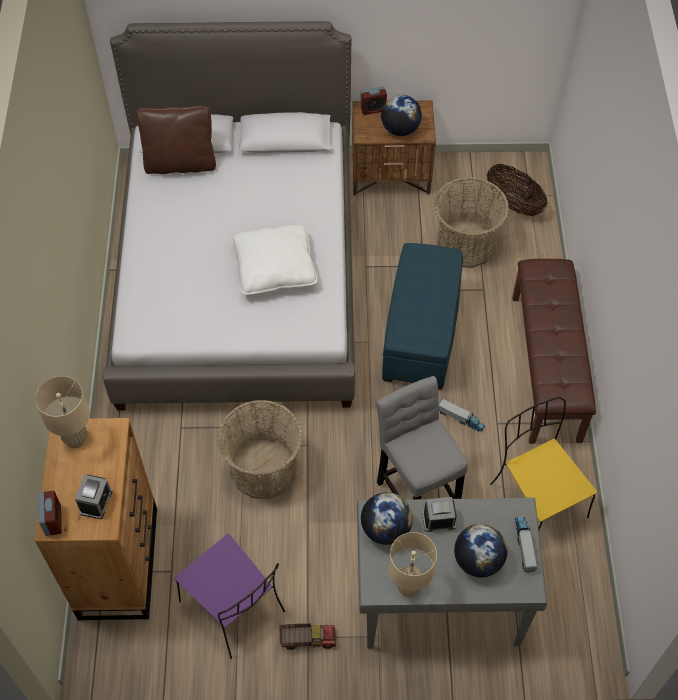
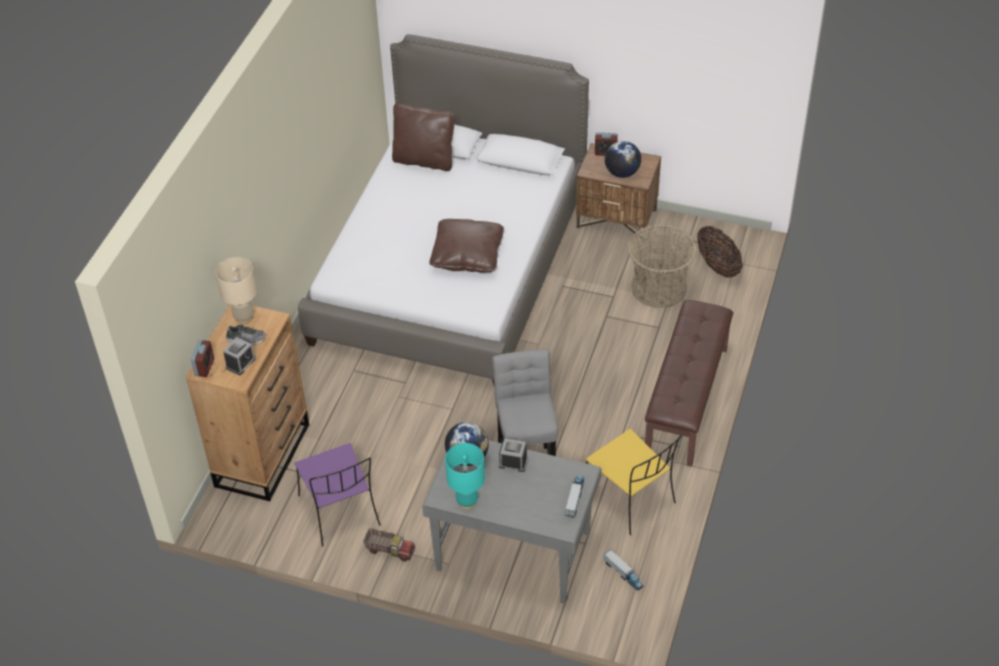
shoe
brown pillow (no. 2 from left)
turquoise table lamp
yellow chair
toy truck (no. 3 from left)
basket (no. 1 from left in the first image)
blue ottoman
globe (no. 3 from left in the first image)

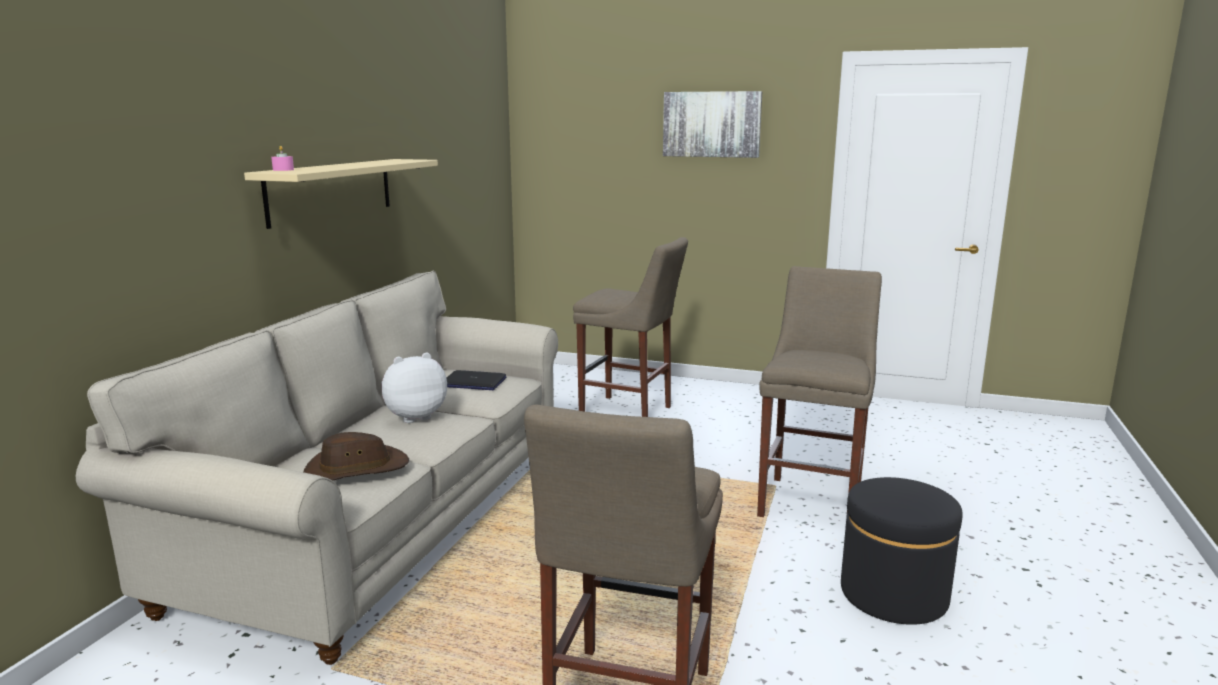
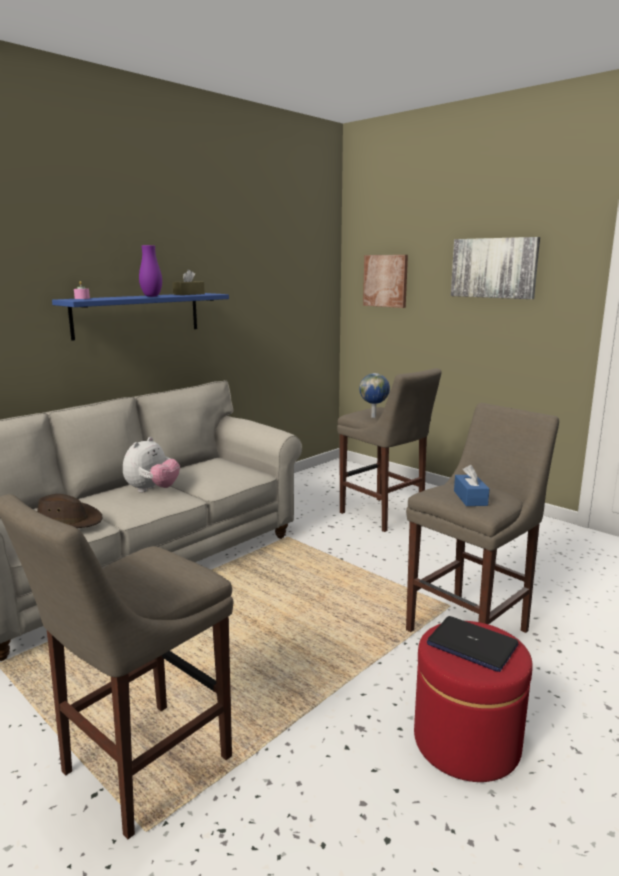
blue shelf
plush toy
purple vase
brown tissue box
globe
picture (no. 1 from left)
red ottoman
laptop
blue tissue box

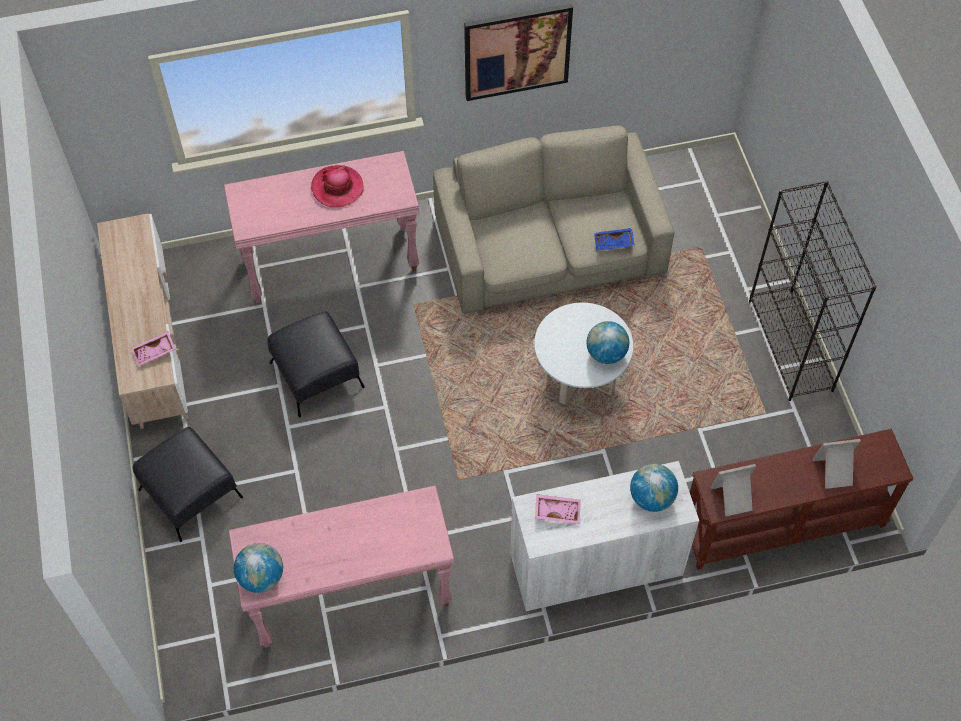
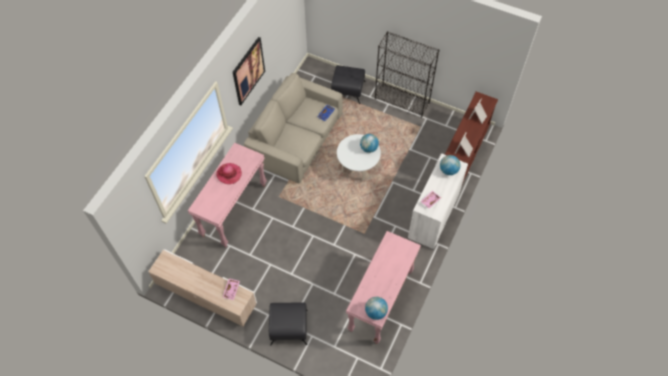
black ottoman (no. 2 from left)

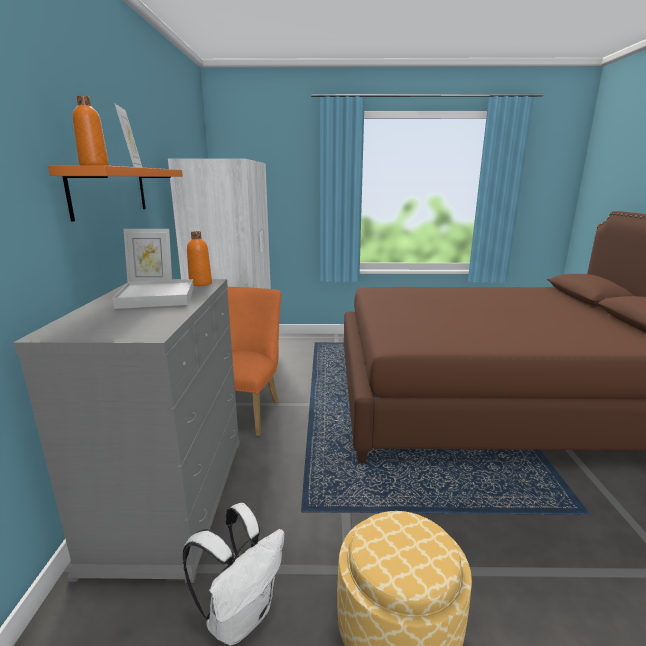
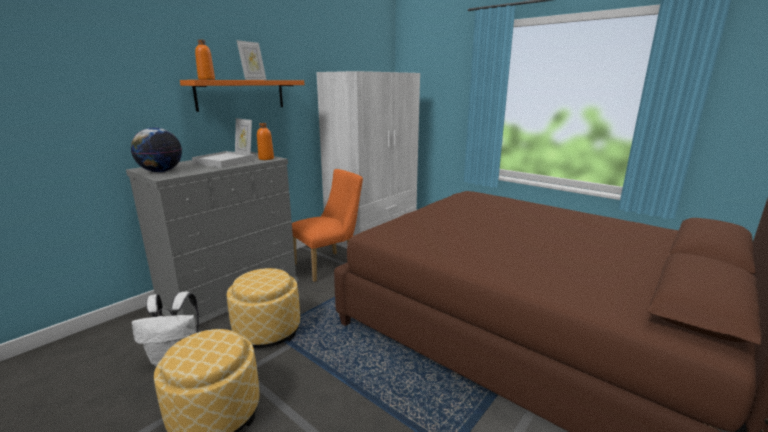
globe
ottoman (no. 2 from left)

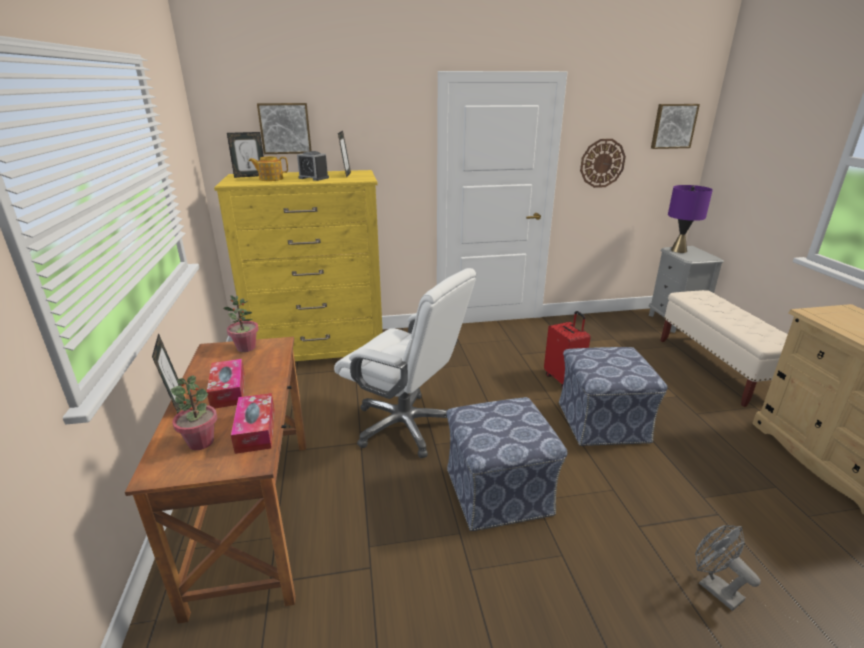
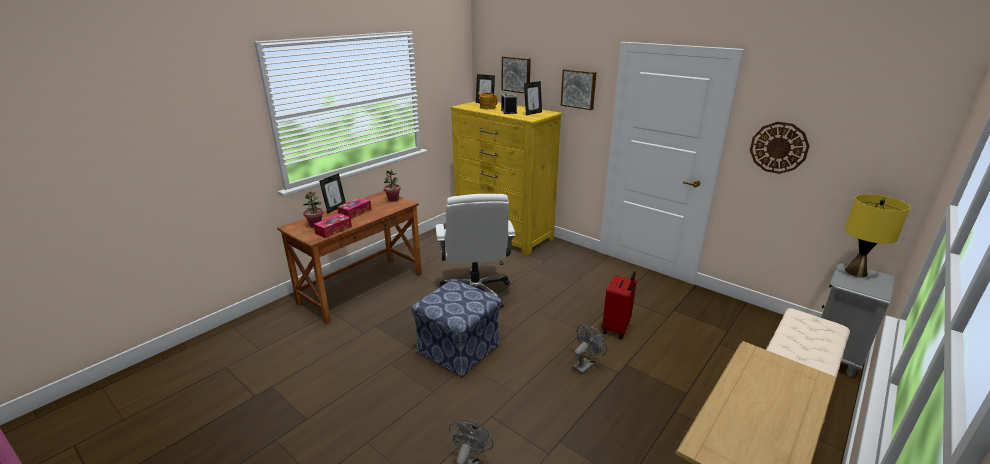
picture (no. 2 from left)
grey fan (no. 2 from left)
yellow table lamp

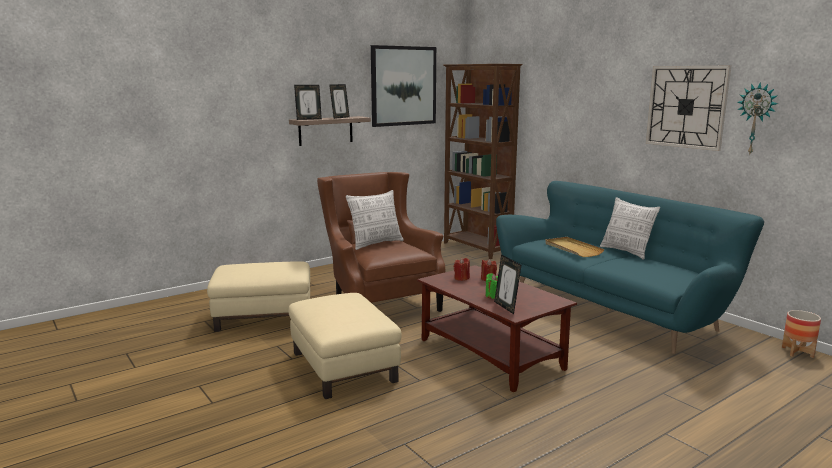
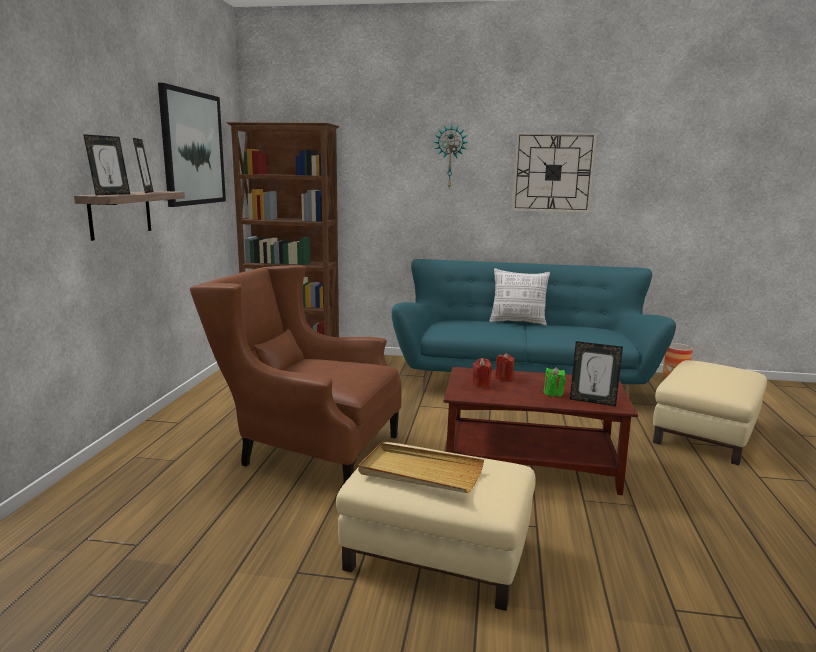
beige tray
wall clock (no. 1 from left)
beige ottoman (no. 2 from left)
pillow (no. 1 from left in the first image)

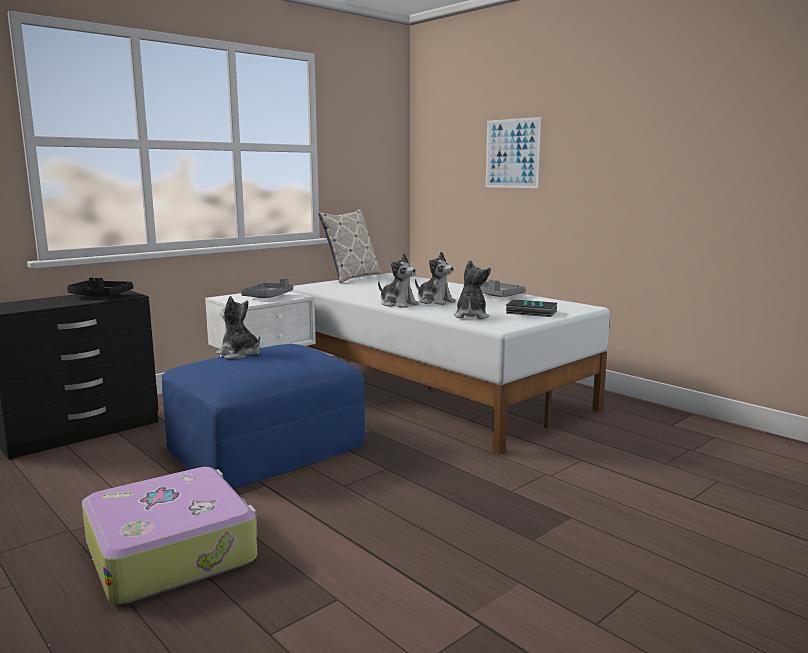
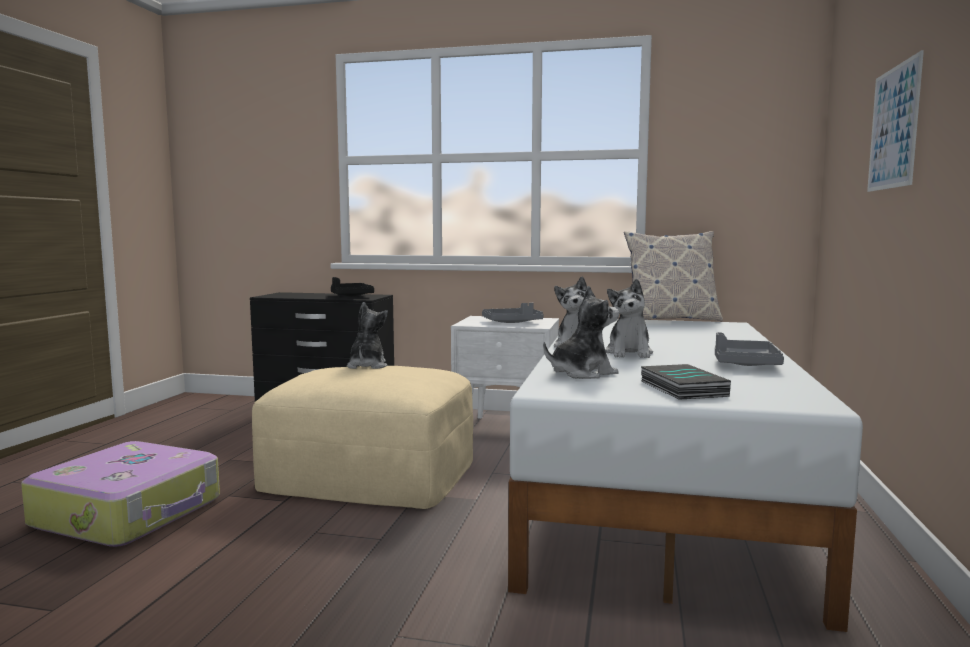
beige ottoman

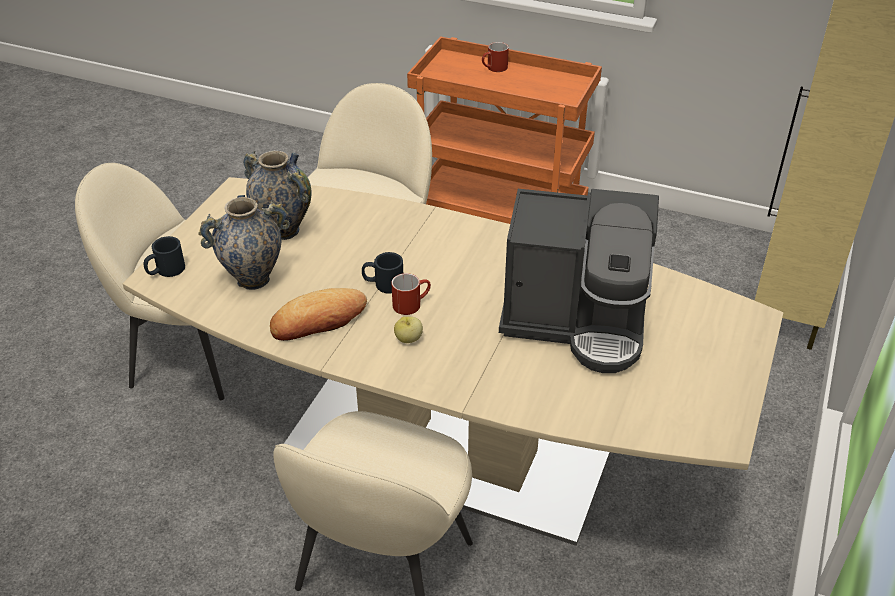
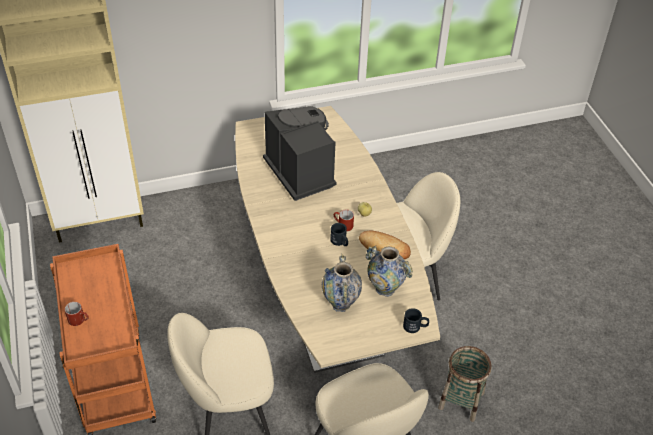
basket

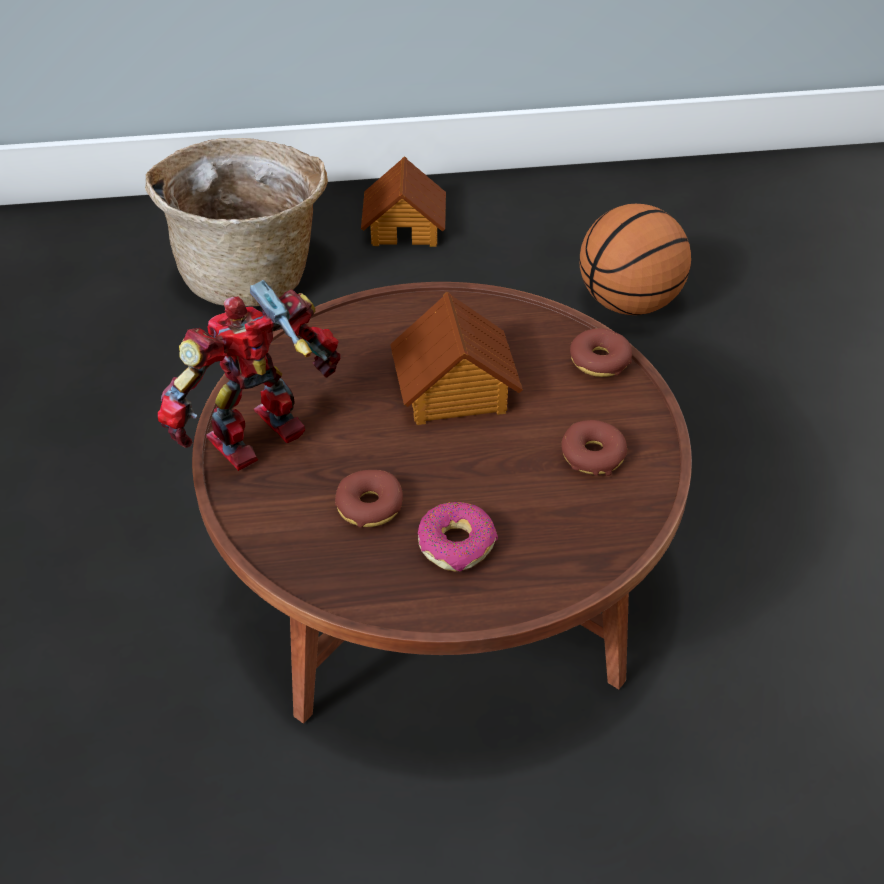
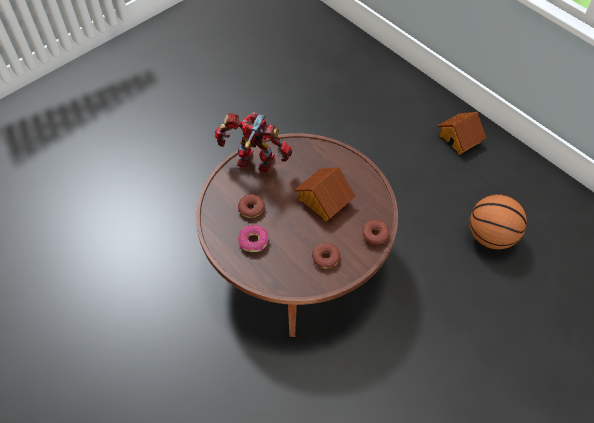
basket

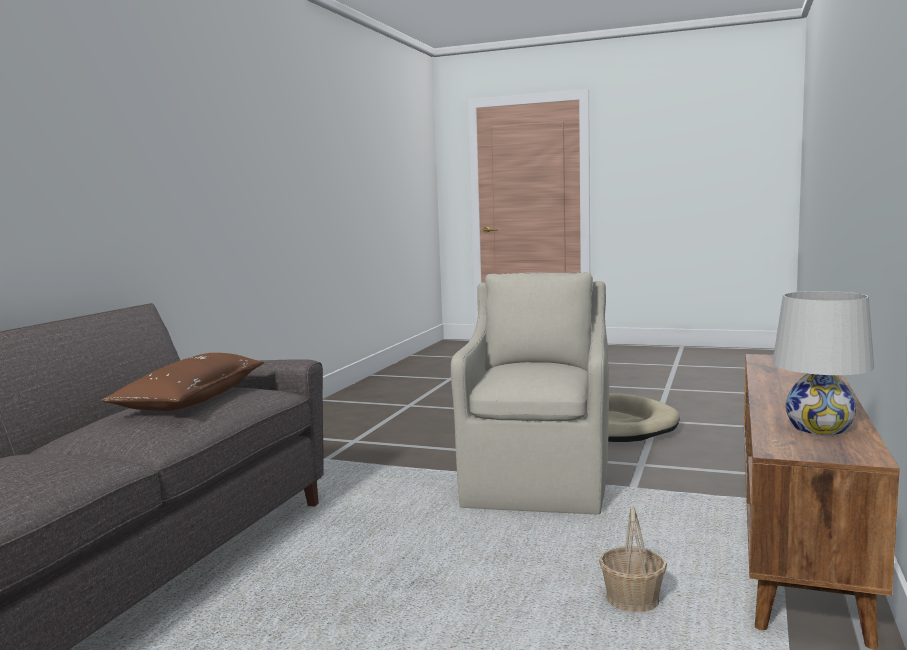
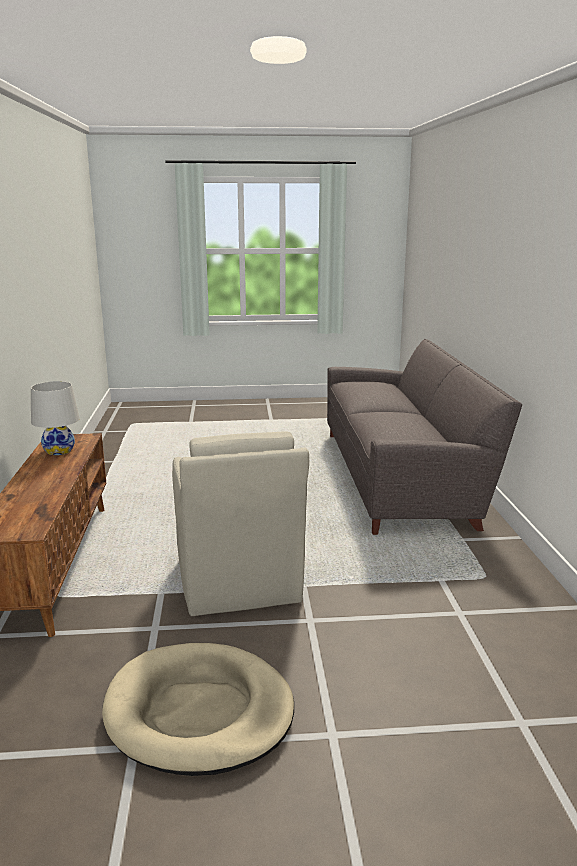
brown pillow
basket

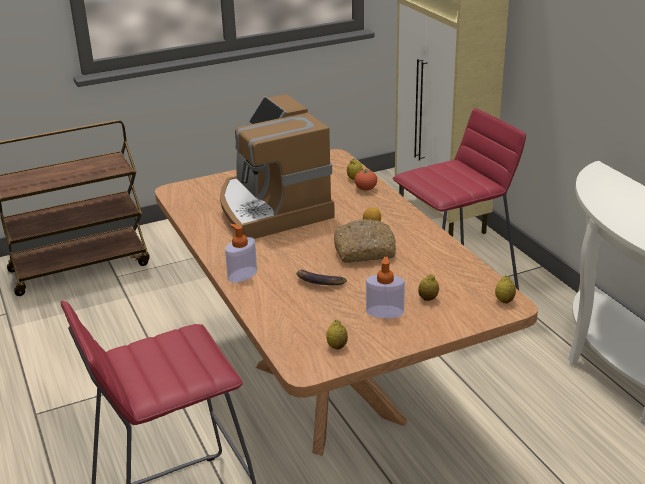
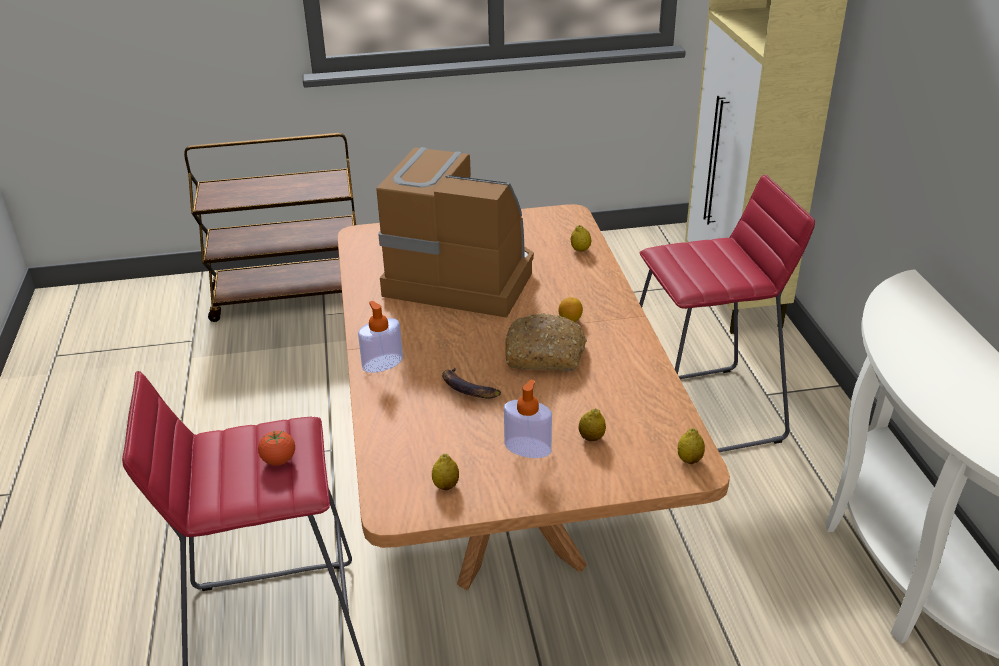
tomato
coffee machine

